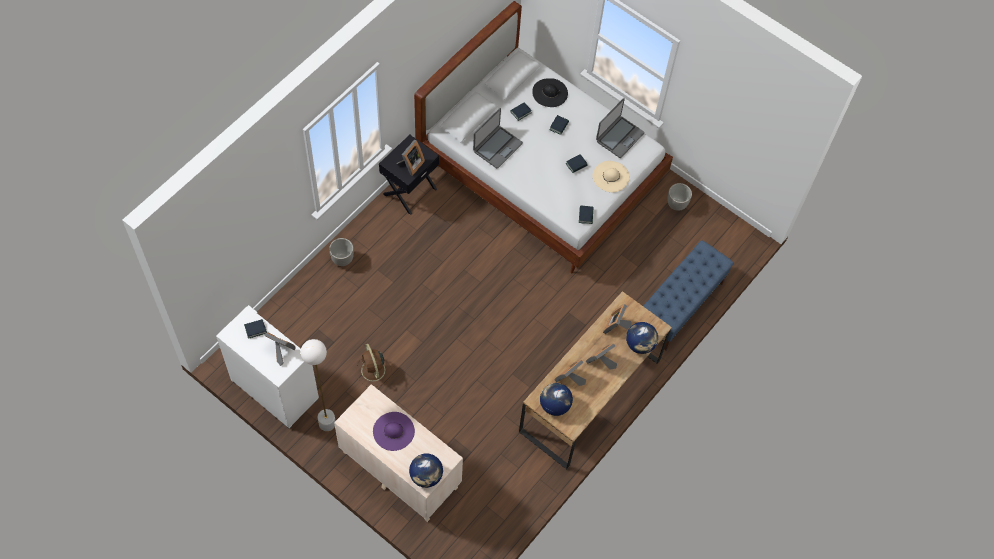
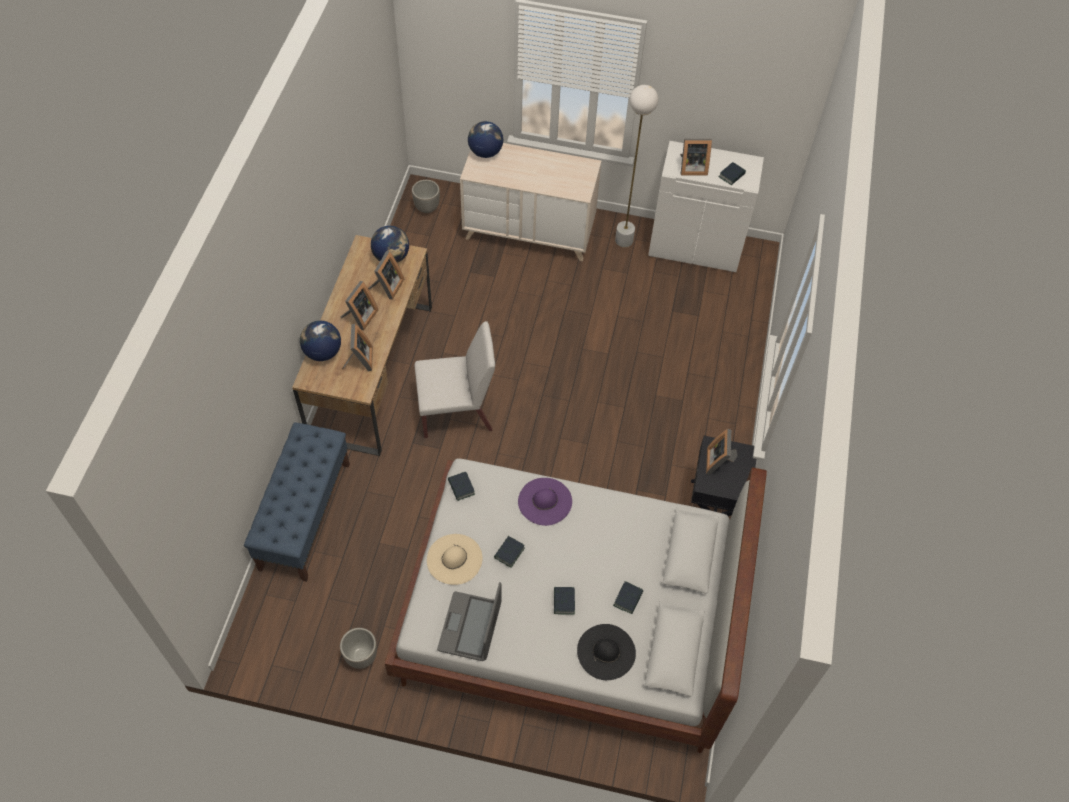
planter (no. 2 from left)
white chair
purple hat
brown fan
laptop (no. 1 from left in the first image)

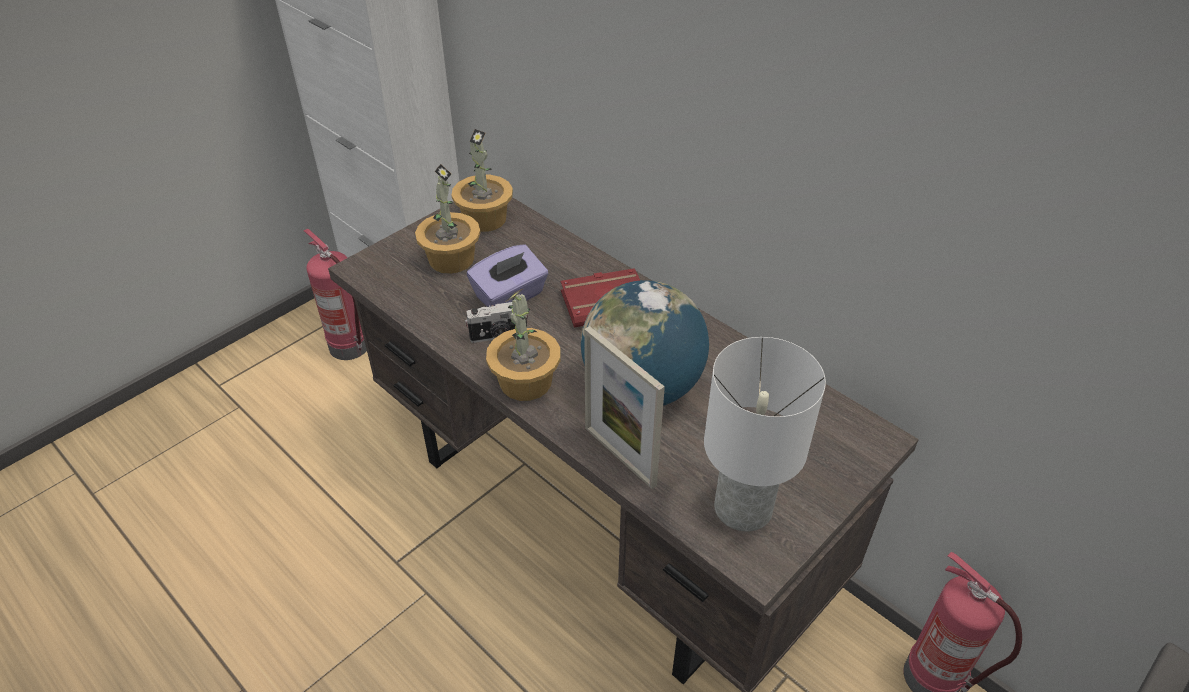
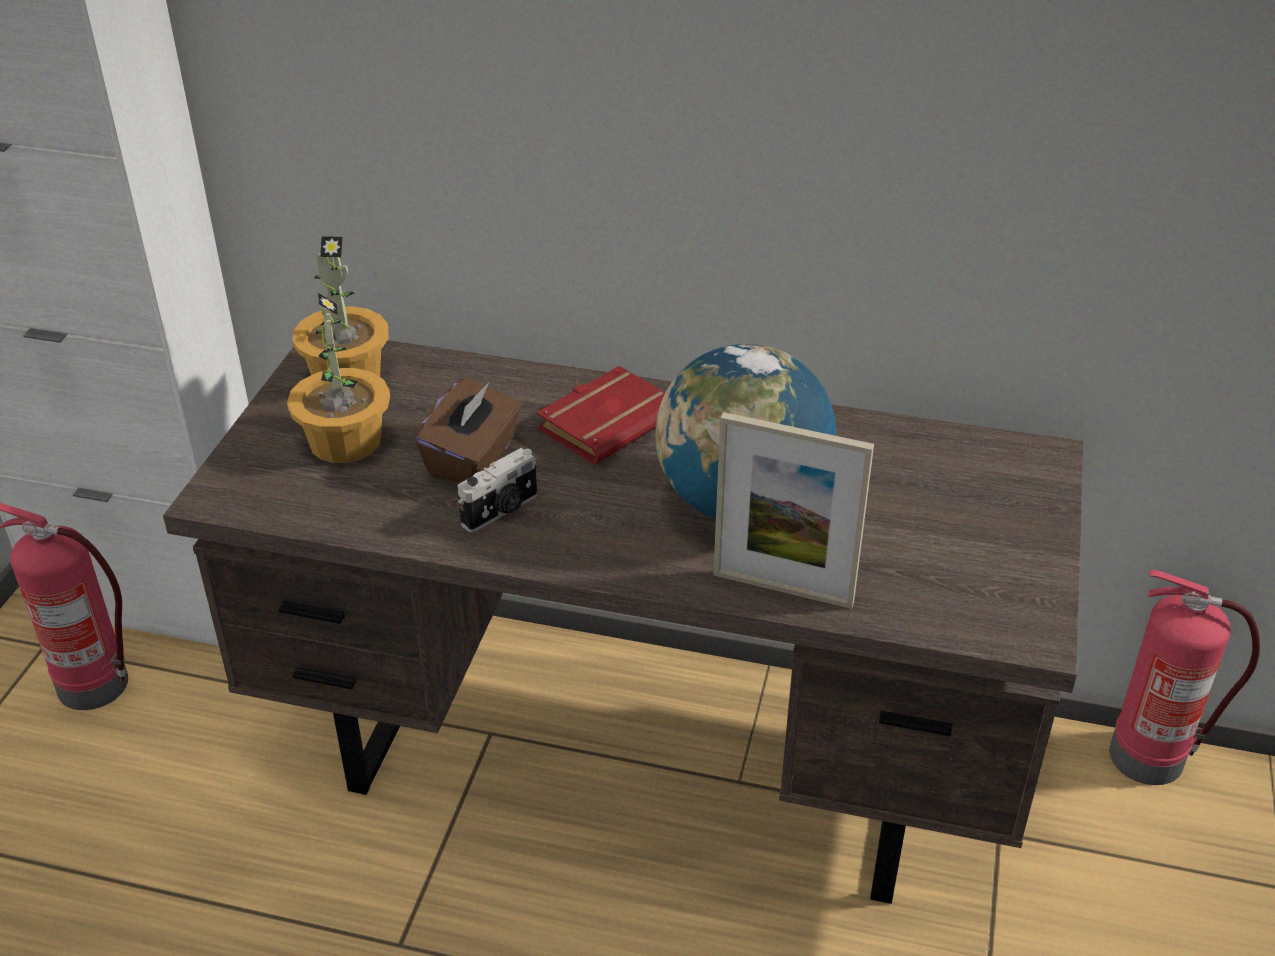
brown tissue box
potted plant (no. 3 from left in the first image)
white table lamp

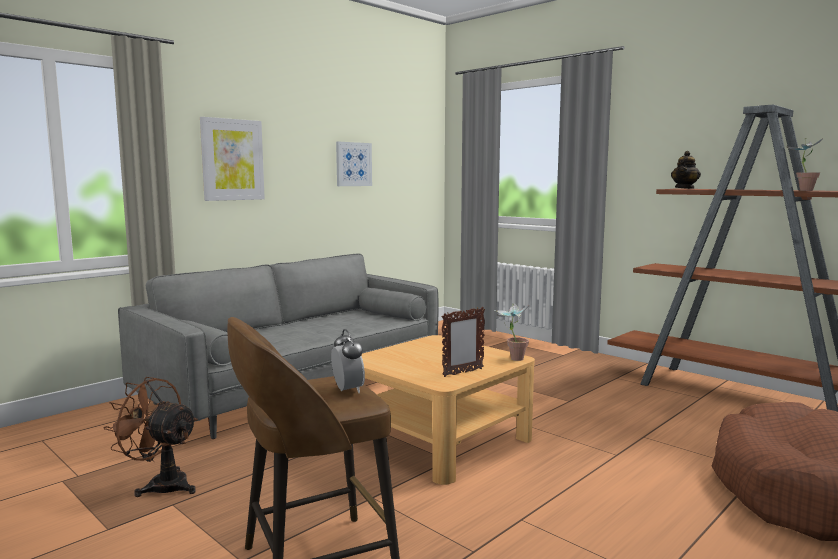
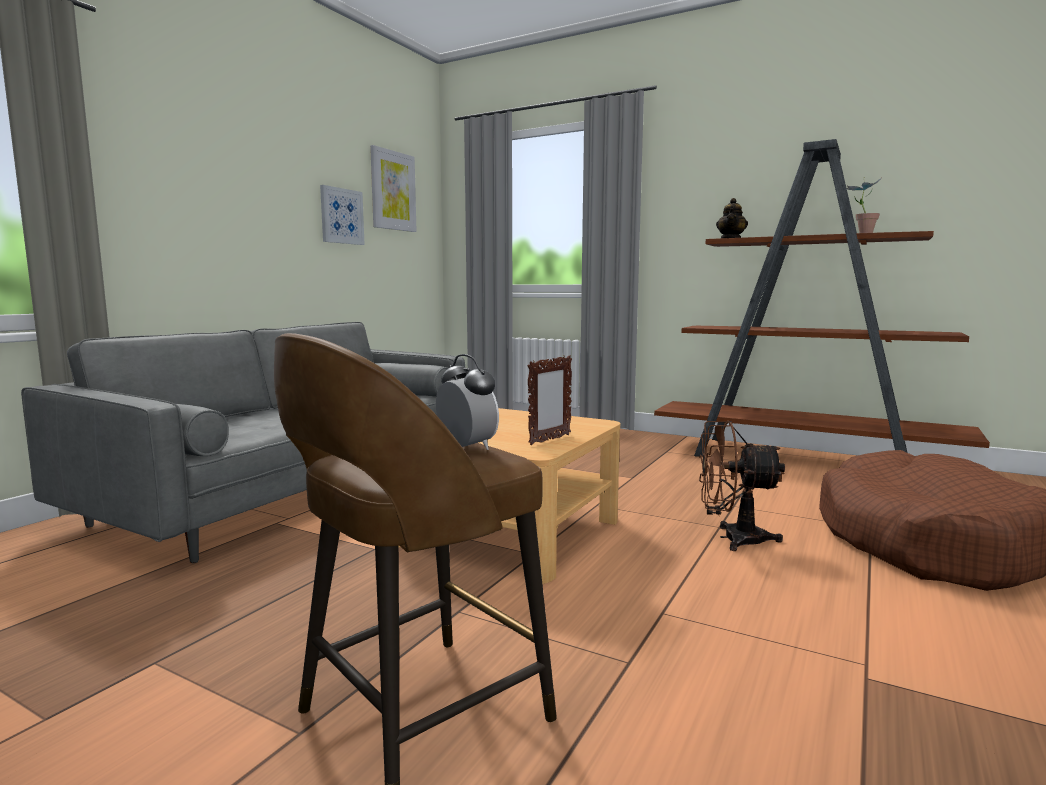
picture (no. 2 from left)
brown fan
potted plant (no. 1 from left in the first image)

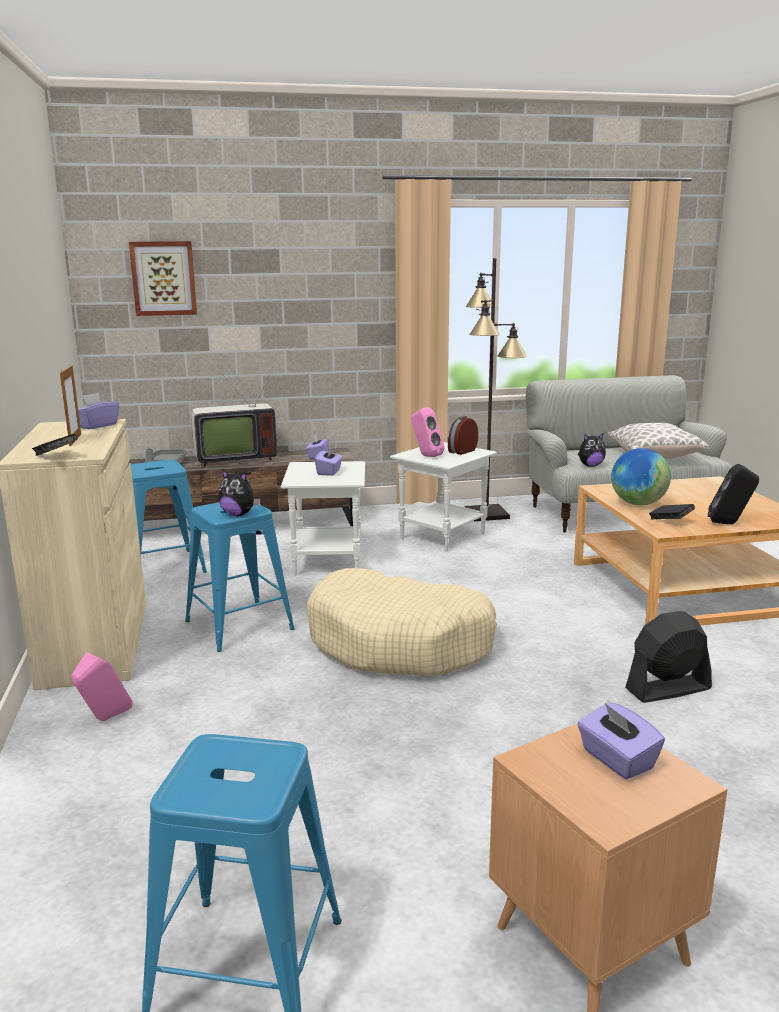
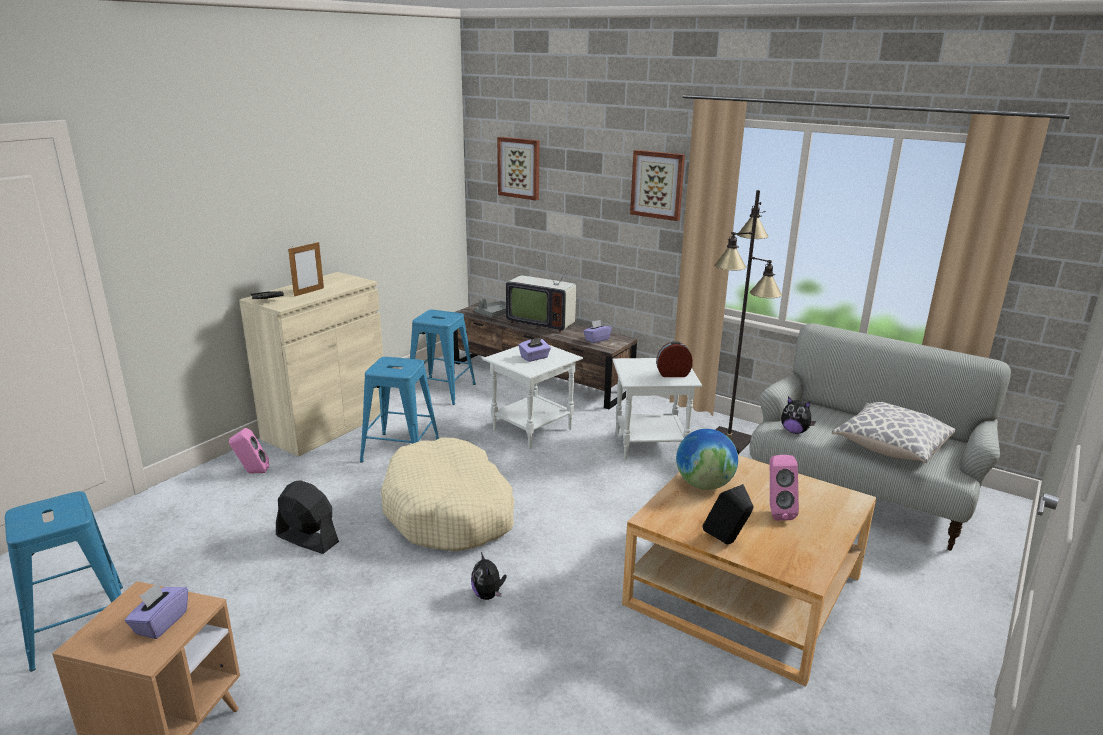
black fan
plush toy (no. 1 from left)
picture (no. 2 from left)
pink speaker (no. 2 from left)
purple tissue box (no. 1 from left in the first image)
black book (no. 2 from left in the first image)

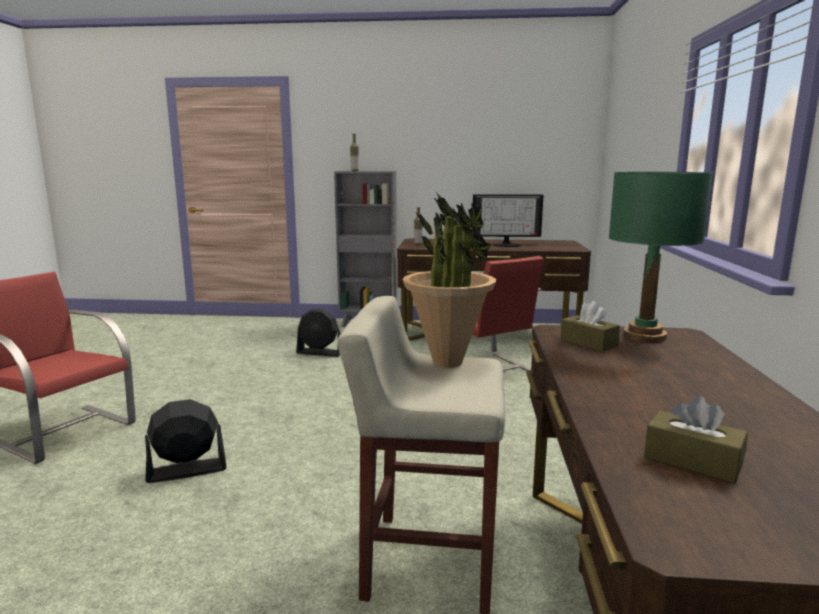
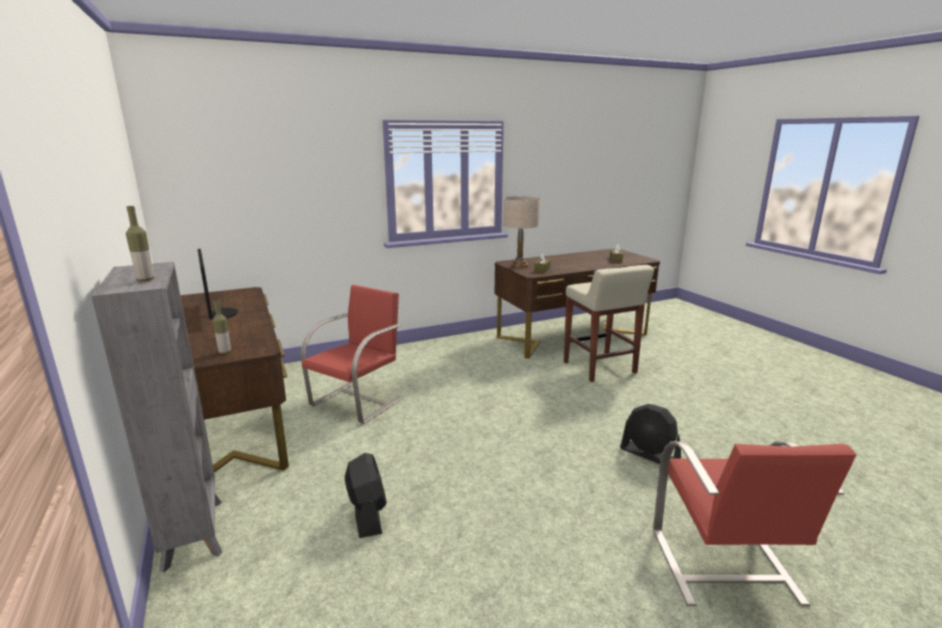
beige table lamp
potted plant

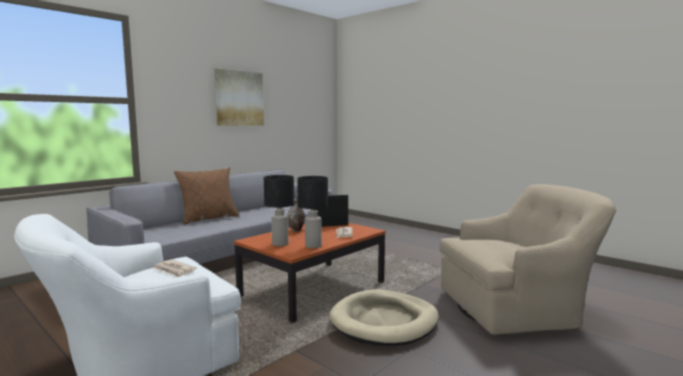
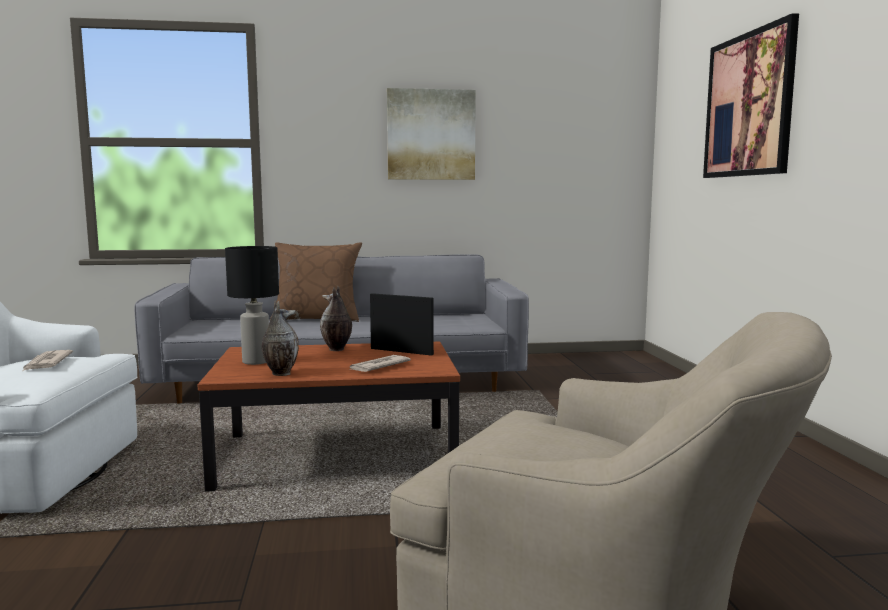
vase (no. 1 from left)
picture (no. 2 from left)
beige dog bed

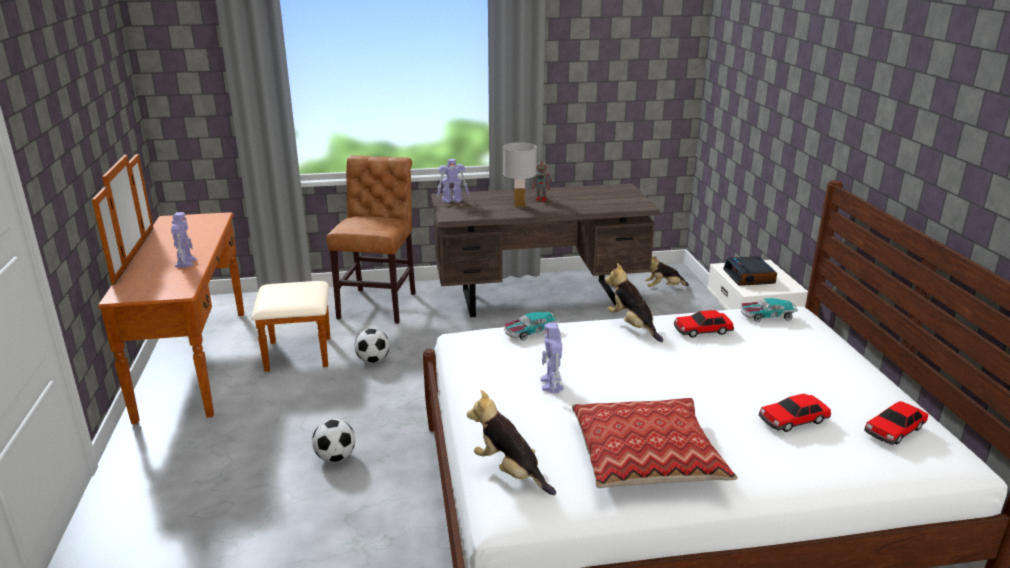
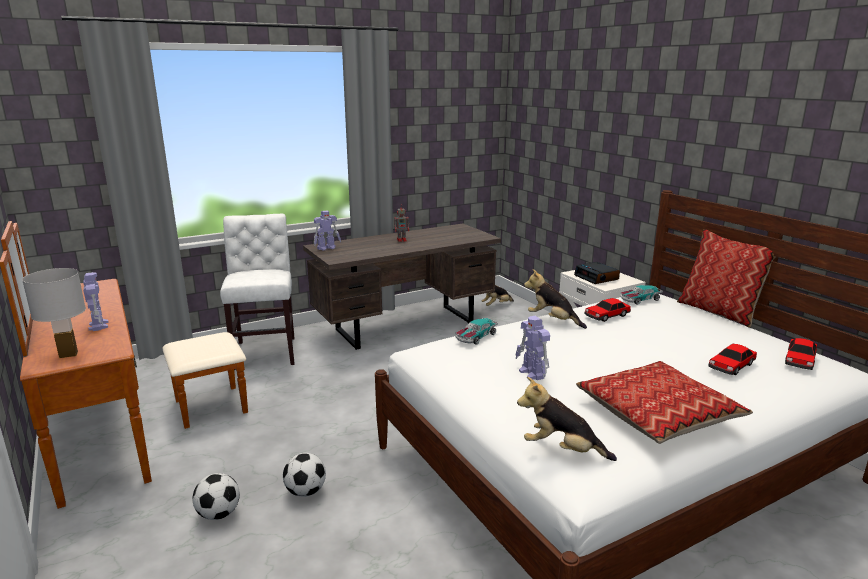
white table lamp
football (no. 1 from left)
white chair
pillow (no. 2 from left)

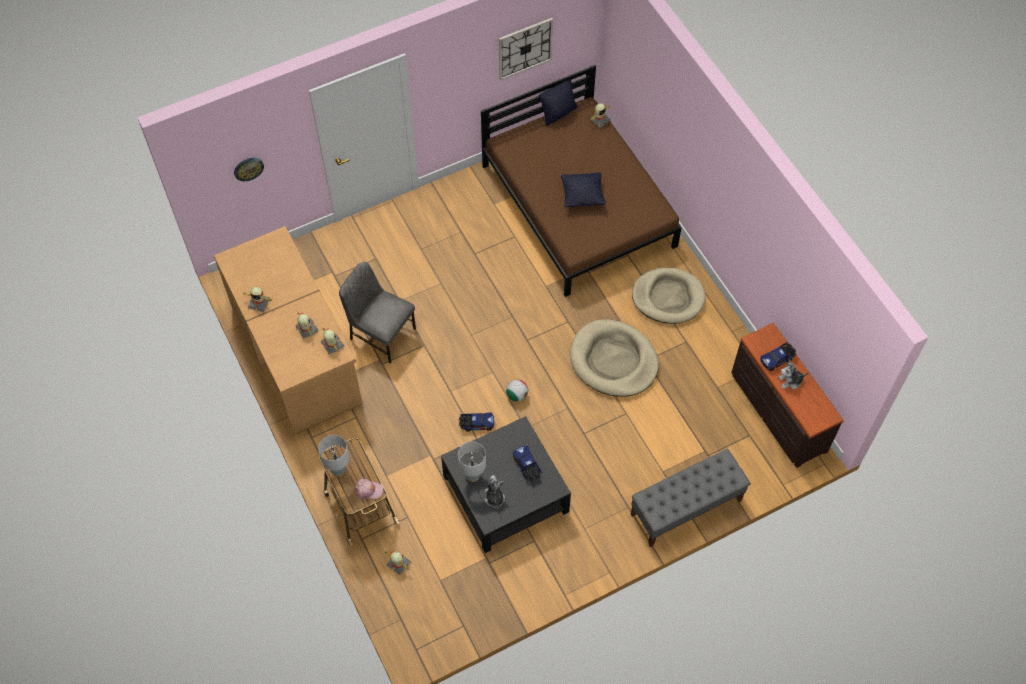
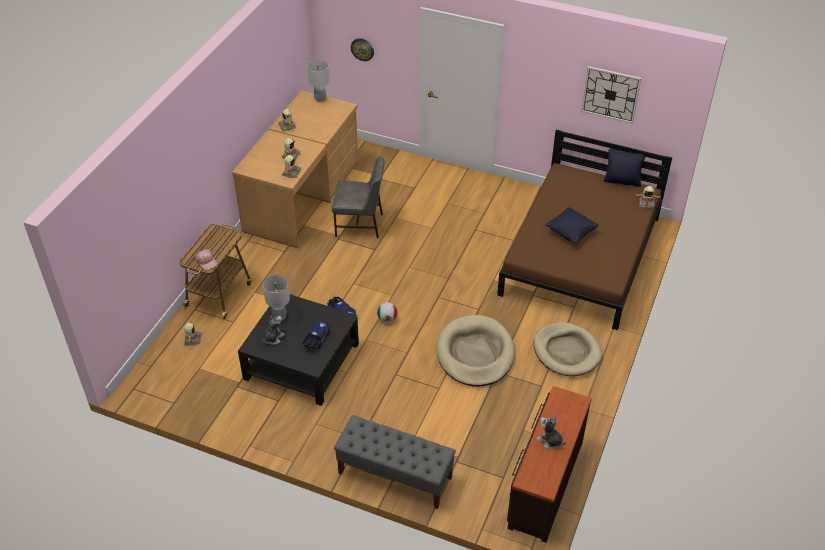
grey table lamp (no. 2 from left)
grey chair
toy truck (no. 3 from left in the first image)

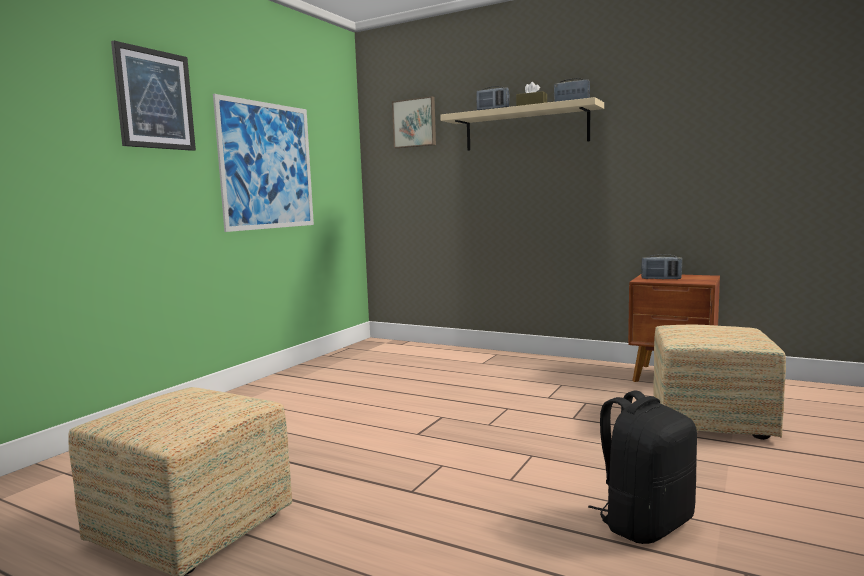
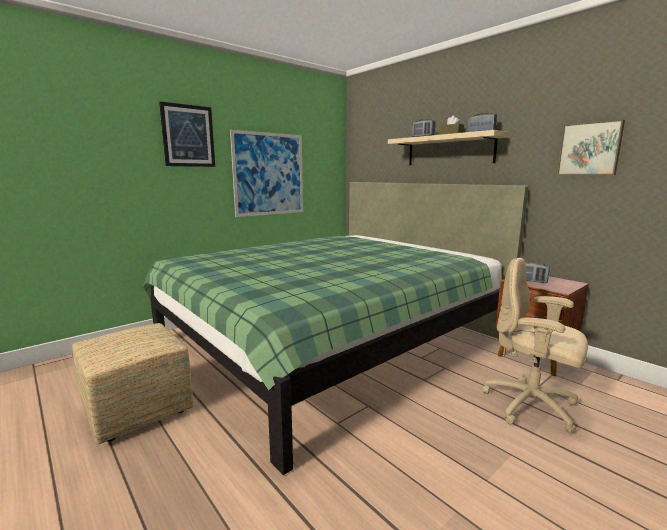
green bed
beige office chair
picture (no. 3 from left)
black backpack

